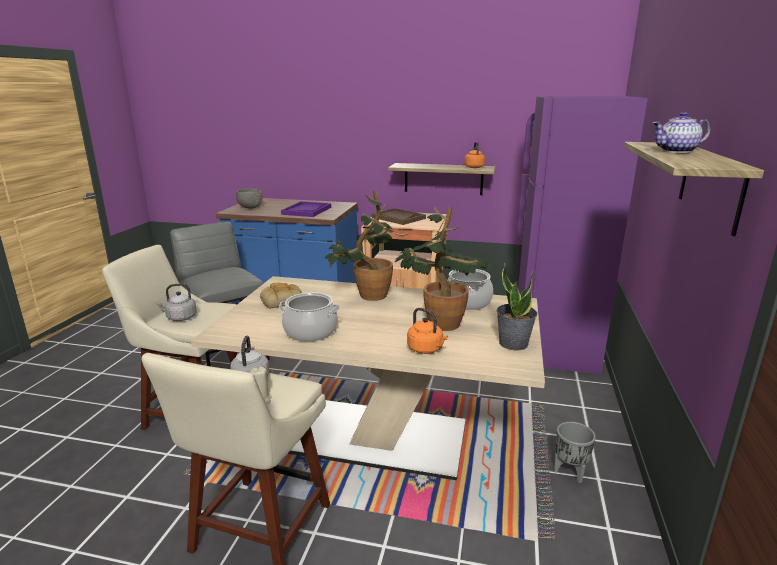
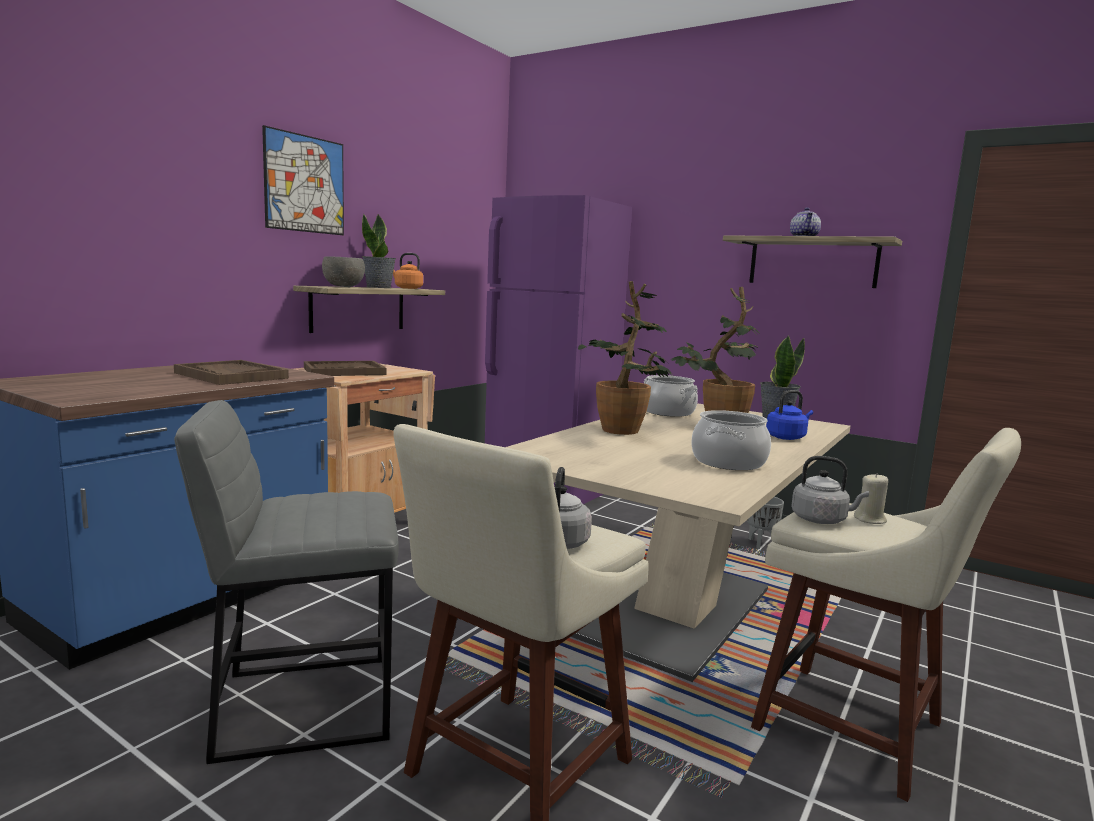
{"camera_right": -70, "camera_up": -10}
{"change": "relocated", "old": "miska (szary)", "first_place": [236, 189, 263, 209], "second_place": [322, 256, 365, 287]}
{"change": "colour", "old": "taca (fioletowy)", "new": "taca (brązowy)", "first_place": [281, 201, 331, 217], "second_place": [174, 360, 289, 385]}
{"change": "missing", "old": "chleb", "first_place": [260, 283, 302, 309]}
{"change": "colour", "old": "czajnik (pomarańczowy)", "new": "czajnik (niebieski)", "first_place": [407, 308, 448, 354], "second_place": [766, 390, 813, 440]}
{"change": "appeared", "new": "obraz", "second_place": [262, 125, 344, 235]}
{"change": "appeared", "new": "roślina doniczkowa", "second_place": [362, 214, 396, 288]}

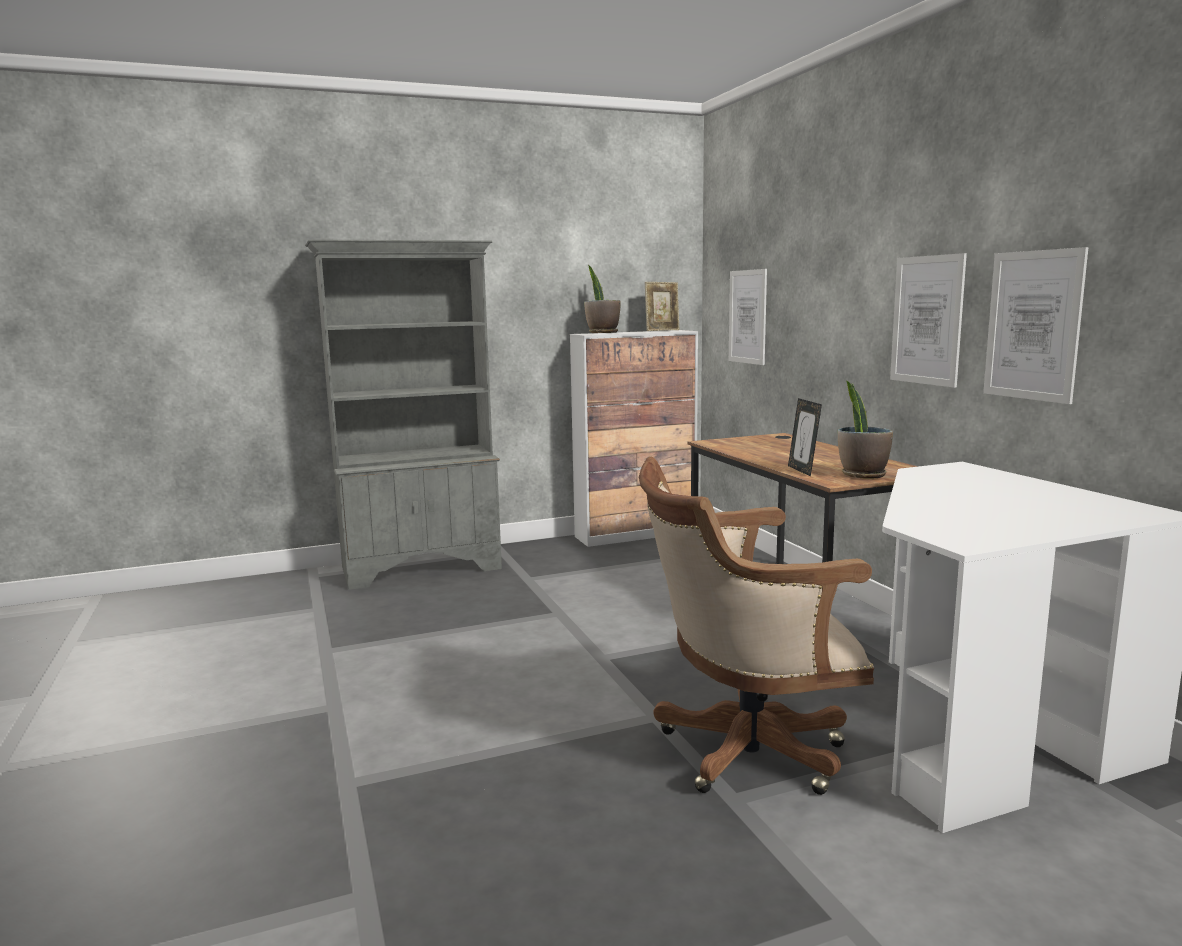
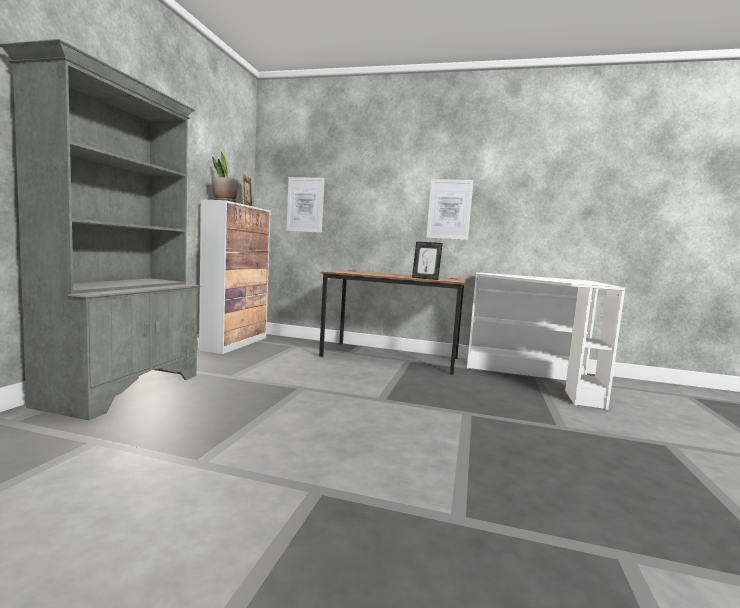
{"camera_right": -55, "camera_up": -5}
{"change": "missing", "old": "obraz", "first_place": [983, 247, 1088, 404]}
{"change": "missing", "old": "roślina doniczkowa", "first_place": [838, 380, 893, 479]}
{"change": "missing", "old": "krzesło biurowe", "first_place": [639, 457, 874, 795]}

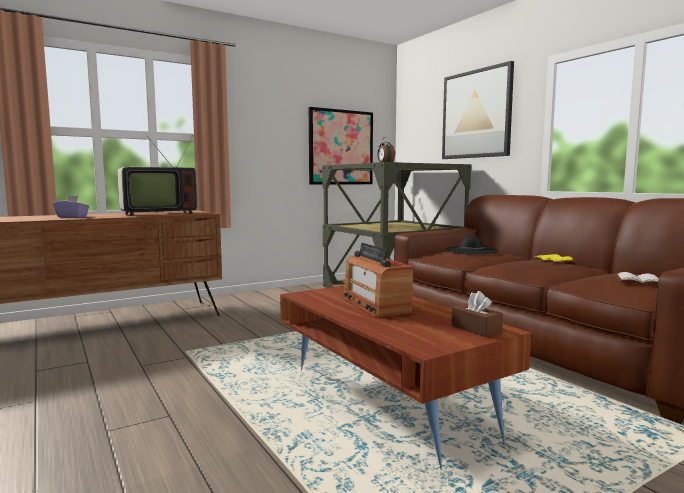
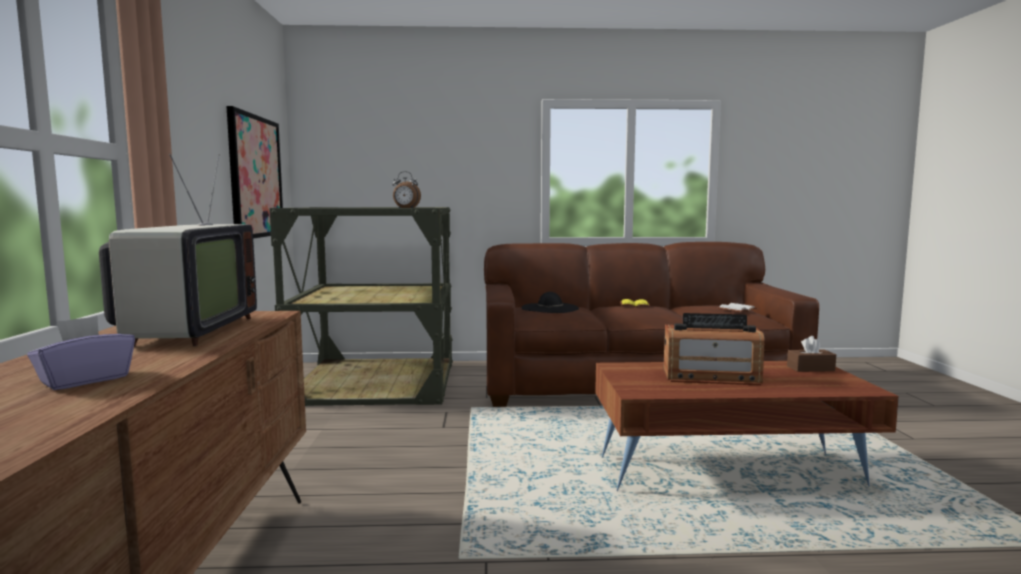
{"camera_right": -60, "camera_up": 0}
{"change": "missing", "old": "obraz", "first_place": [442, 61, 514, 159]}

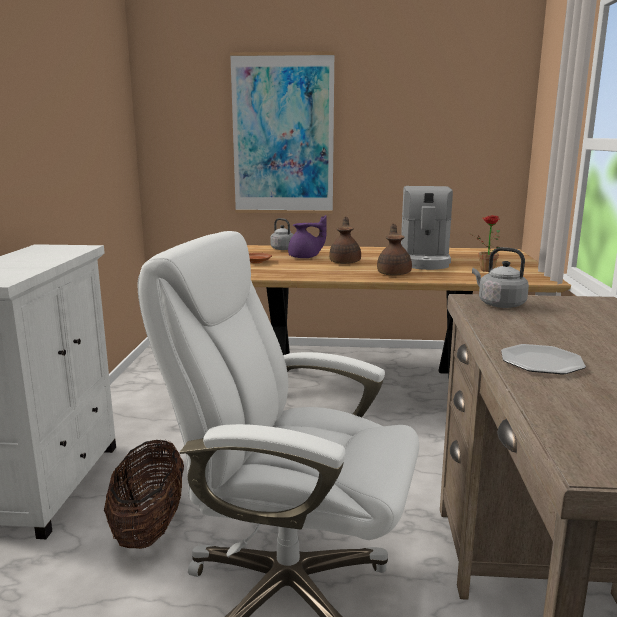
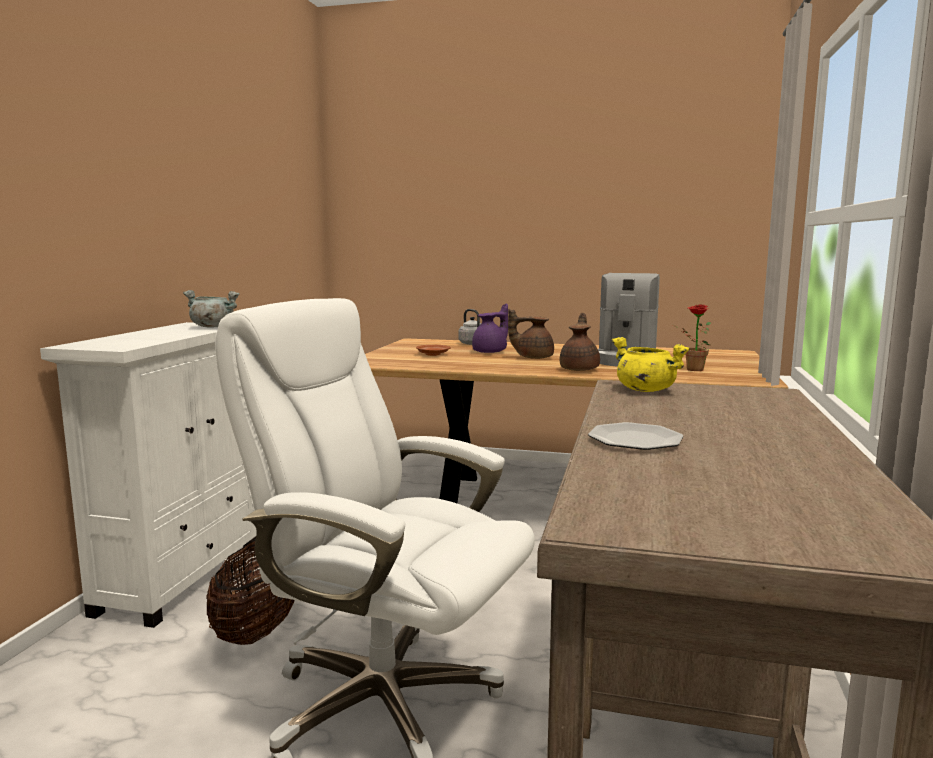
{"camera_right": 10, "camera_up": -5}
{"change": "missing", "old": "obraz", "first_place": [230, 51, 335, 213]}
{"change": "spun", "old": "imbryk (fioletowy)", "first_place": [288, 215, 327, 258], "second_place": [472, 303, 508, 353], "degrees": -45}
{"change": "spun", "old": "imbryk (brązowy)", "first_place": [329, 217, 361, 264], "second_place": [508, 308, 554, 359], "degrees": -105}
{"change": "exchanged", "old": "czajnik (szary)", "new": "garnek (żółty)", "first_place": [472, 247, 529, 308], "second_place": [612, 337, 689, 392]}
{"change": "appeared", "new": "garnek (szary)", "second_place": [183, 290, 240, 327]}

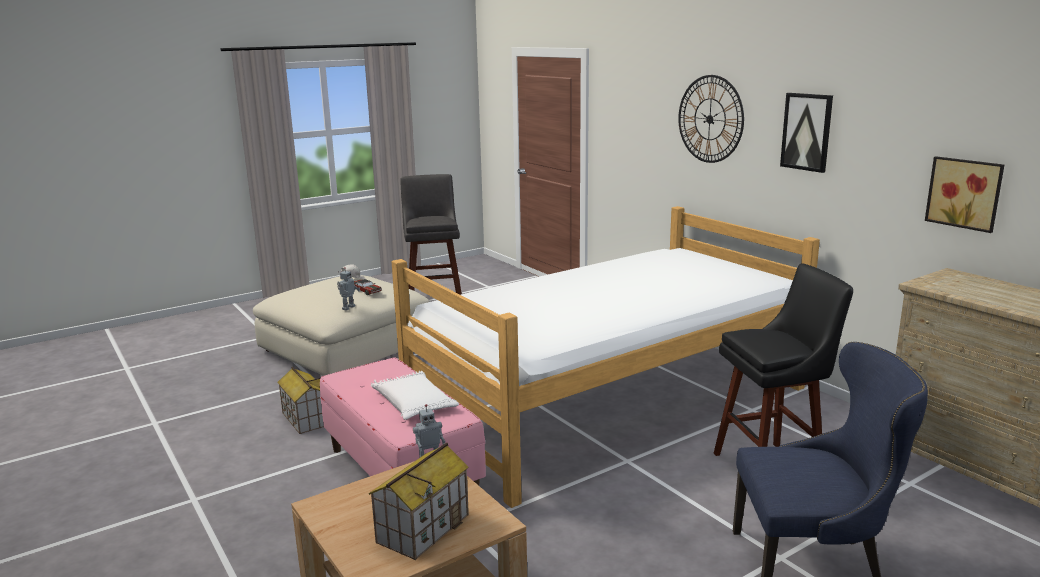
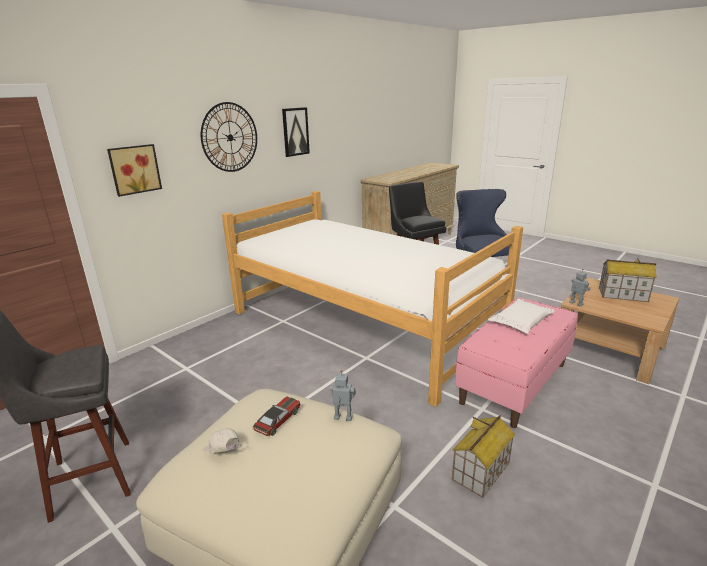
{"camera_right": -105, "camera_up": 5}
{"change": "relocated", "old": "obraz", "first_place": [925, 156, 1004, 233], "second_place": [107, 144, 162, 197]}

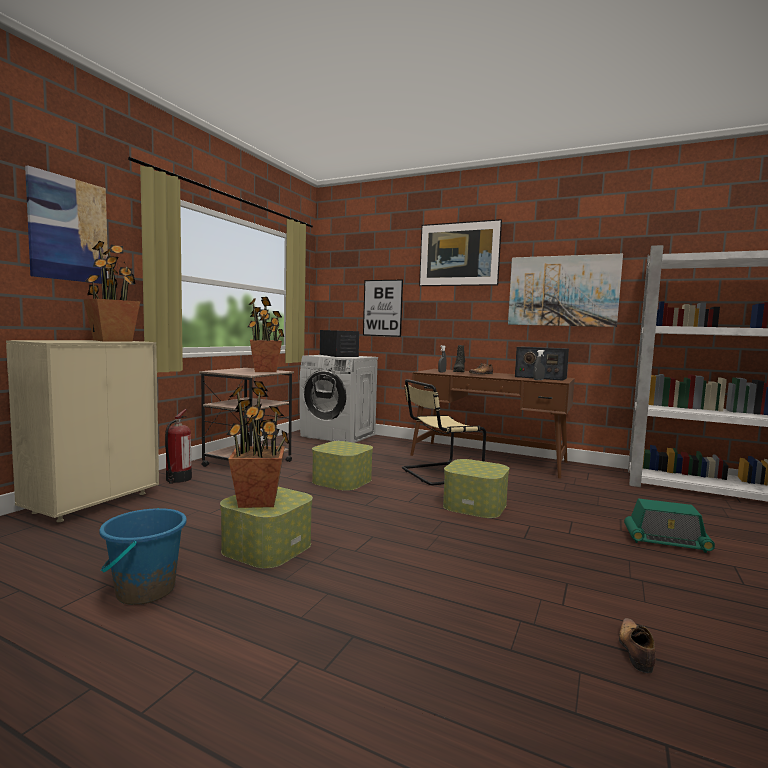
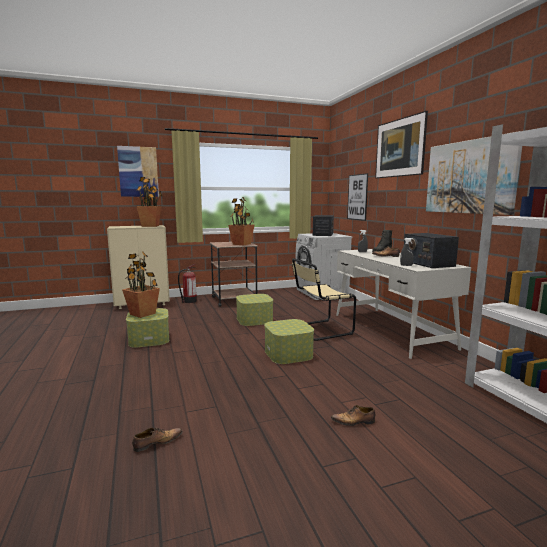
{"camera_right": 45, "camera_up": 5}
{"change": "colour", "old": "biurko (brązowy)", "new": "biurko (biały)", "first_place": [410, 369, 575, 479], "second_place": [336, 249, 471, 359]}
{"change": "spun", "old": "krzesło (beżowy)", "first_place": [402, 379, 486, 485], "second_place": [292, 258, 356, 341], "degrees": -45}
{"change": "exchanged", "old": "radio", "new": "but", "first_place": [624, 499, 715, 553], "second_place": [331, 405, 376, 426]}
{"change": "missing", "old": "wiadro (niebieski)", "first_place": [99, 508, 187, 605]}

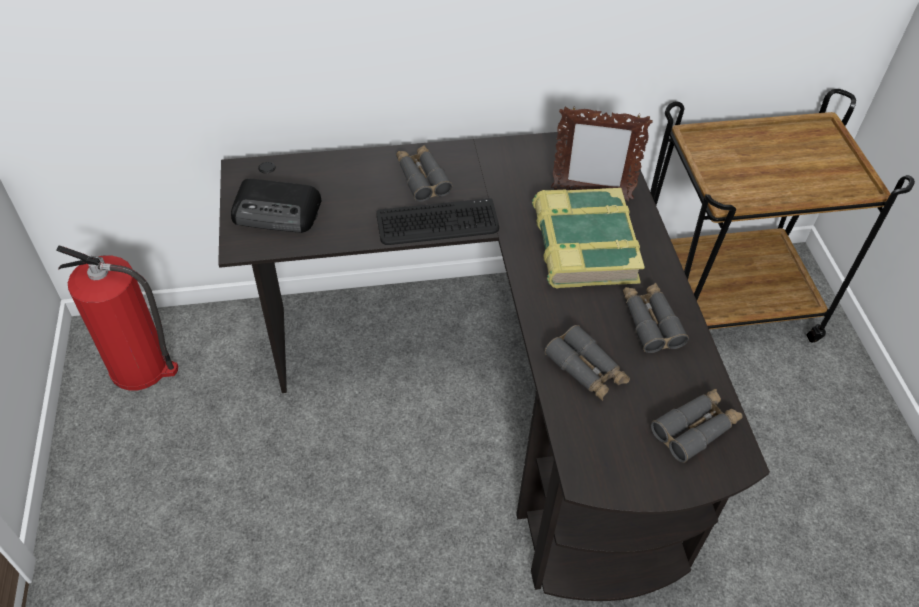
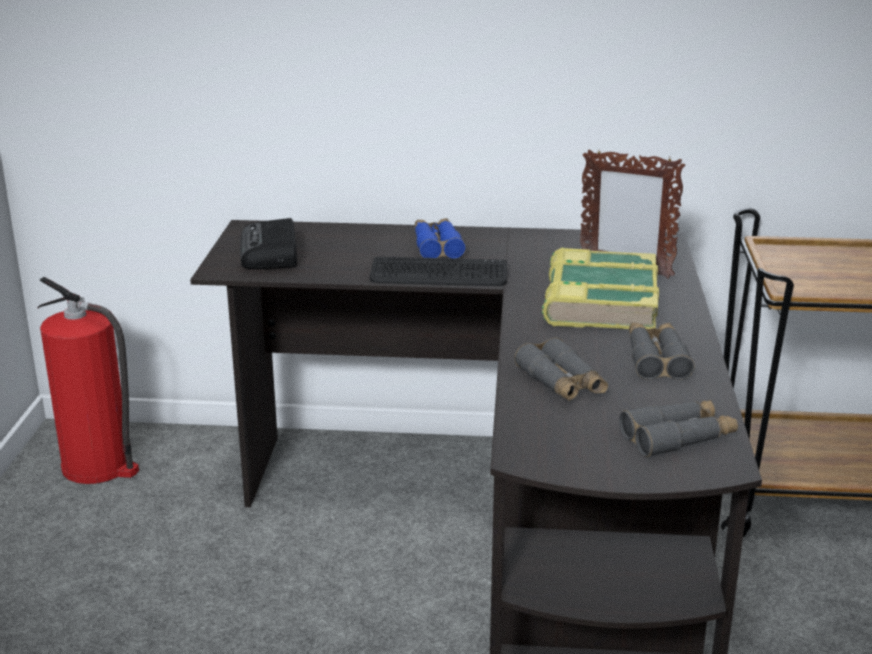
{"camera_right": 15, "camera_up": -25}
{"change": "colour", "old": "lornetka (szary)", "new": "lornetka (niebieski)", "first_place": [396, 145, 453, 202], "second_place": [415, 218, 466, 258]}
{"change": "spun", "old": "radio", "first_place": [231, 179, 322, 233], "second_place": [240, 218, 297, 269], "degrees": 60}

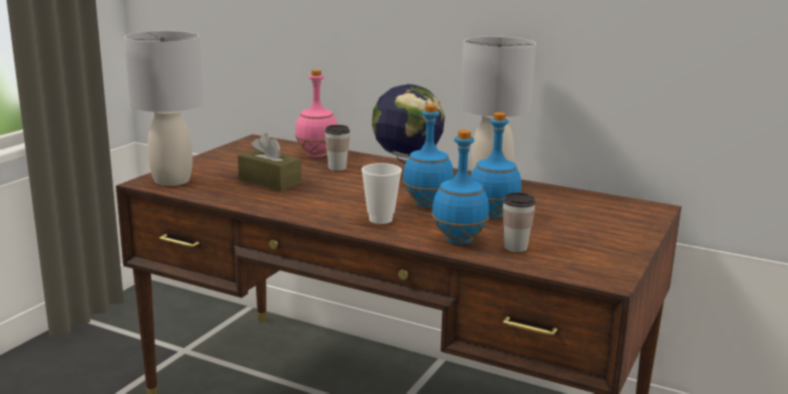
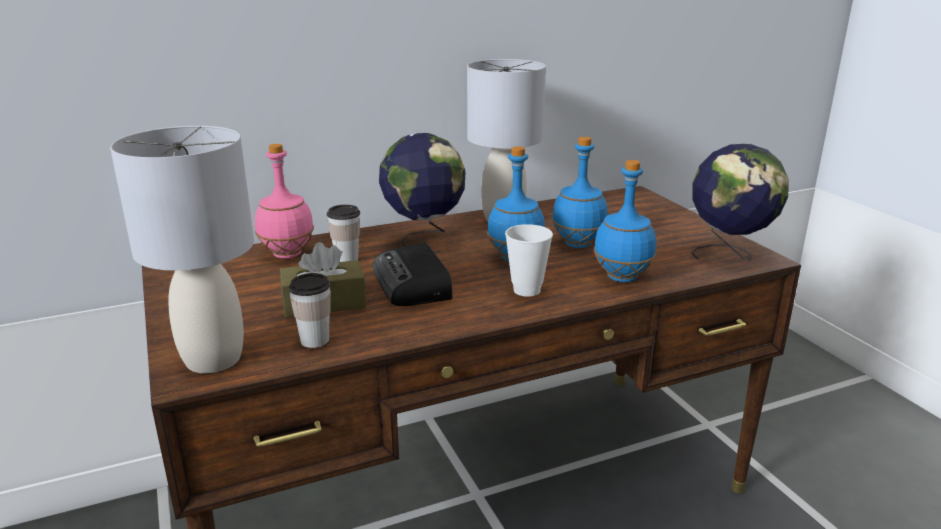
{"camera_right": -50, "camera_up": 5}
{"change": "relocated", "old": "filiżanka", "first_place": [503, 192, 536, 252], "second_place": [289, 273, 331, 348]}
{"change": "appeared", "new": "globus", "second_place": [692, 143, 789, 260]}
{"change": "appeared", "new": "radio", "second_place": [373, 242, 452, 306]}

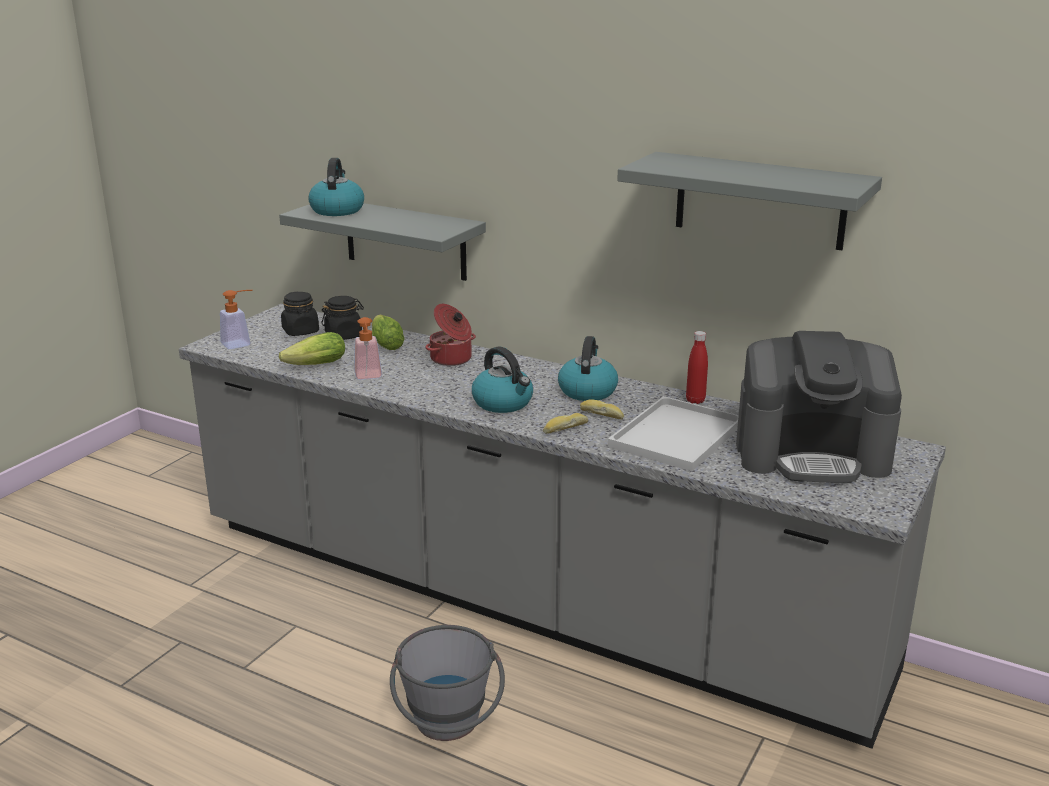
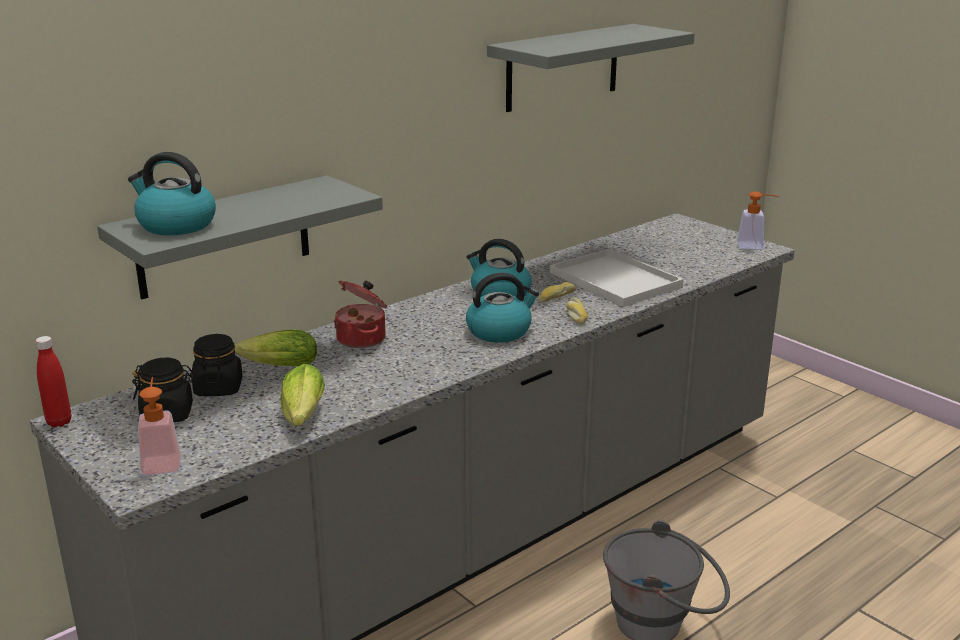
{"camera_right": -70, "camera_up": 0}
{"change": "relocated", "old": "dozownik mydła", "first_place": [354, 317, 382, 380], "second_place": [737, 191, 780, 250]}
{"change": "relocated", "old": "butelka (czerwony)", "first_place": [686, 331, 708, 404], "second_place": [35, 336, 71, 427]}
{"change": "missing", "old": "ekspres do kawy", "first_place": [736, 331, 902, 483]}

